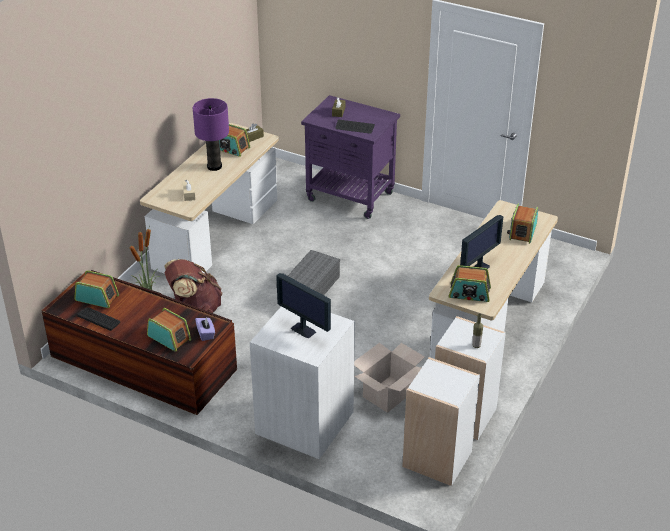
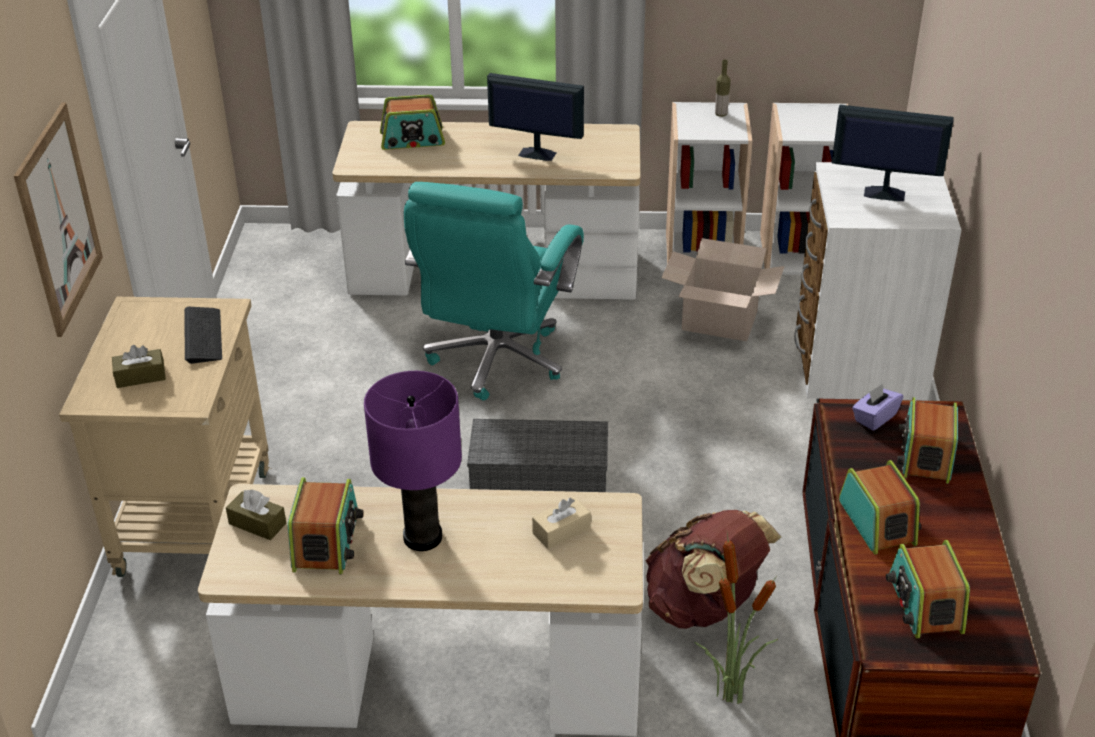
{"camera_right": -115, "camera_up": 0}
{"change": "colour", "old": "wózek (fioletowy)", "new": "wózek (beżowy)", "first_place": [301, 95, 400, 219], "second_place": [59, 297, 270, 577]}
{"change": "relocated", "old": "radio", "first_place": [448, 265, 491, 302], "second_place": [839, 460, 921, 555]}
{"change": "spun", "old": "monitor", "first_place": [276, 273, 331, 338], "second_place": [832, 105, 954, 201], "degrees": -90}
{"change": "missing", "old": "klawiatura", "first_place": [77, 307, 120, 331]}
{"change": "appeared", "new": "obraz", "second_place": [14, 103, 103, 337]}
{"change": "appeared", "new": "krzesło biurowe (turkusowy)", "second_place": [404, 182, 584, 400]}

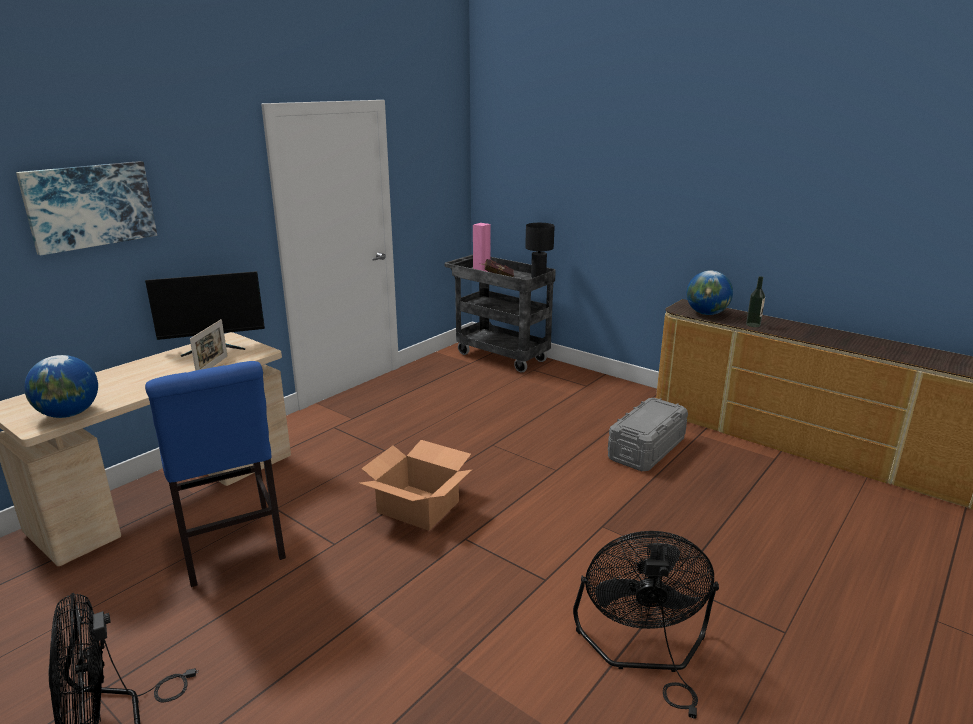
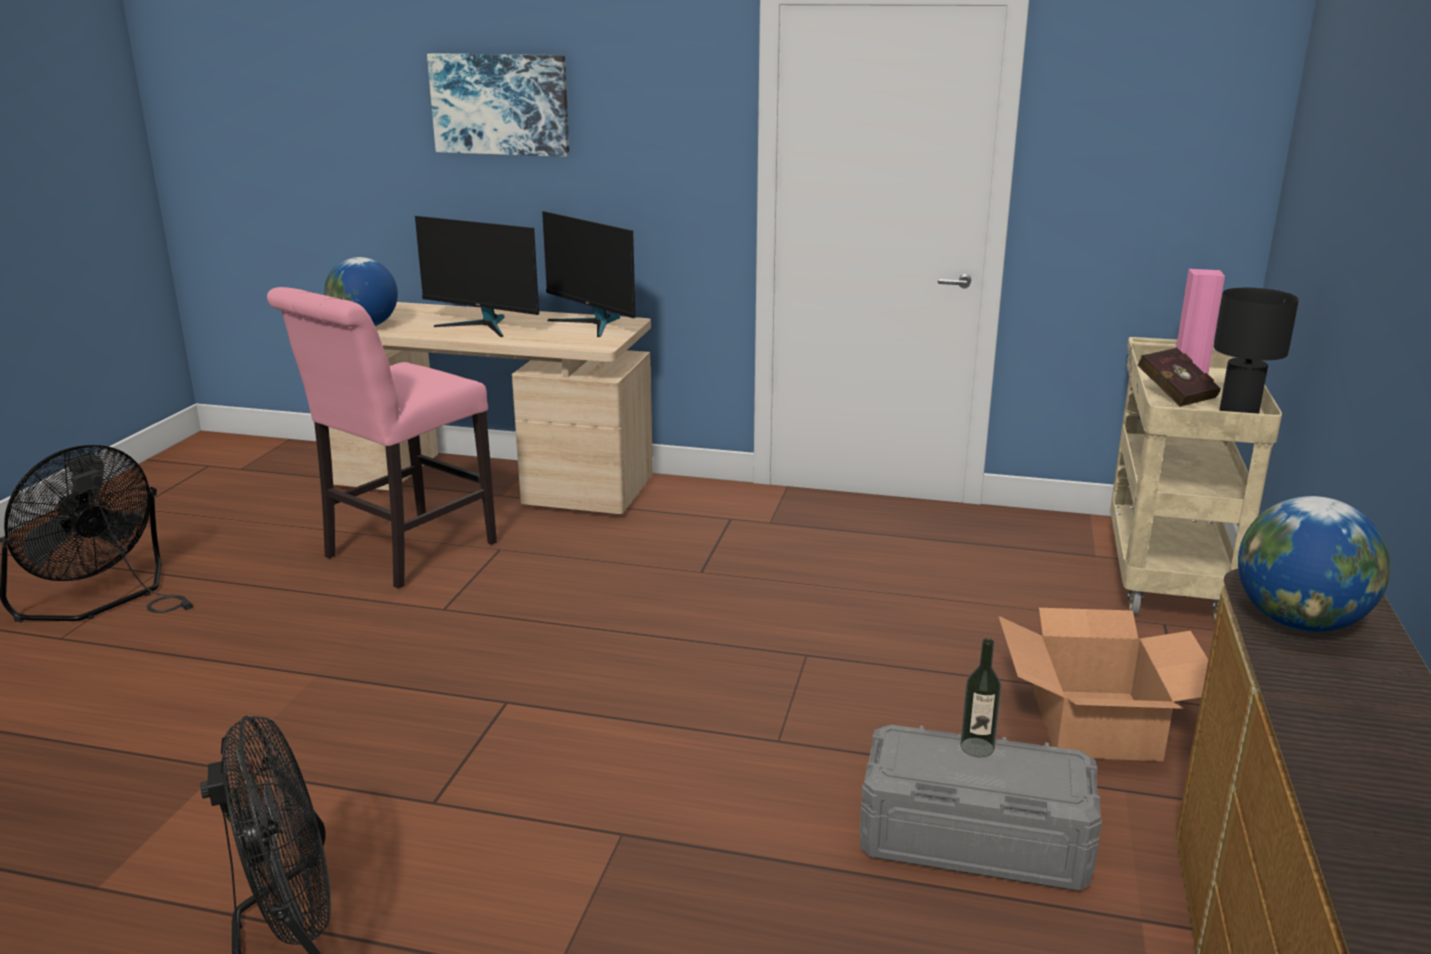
{"camera_right": 65, "camera_up": 0}
{"change": "colour", "old": "wózek (czarny)", "new": "wózek (beżowy)", "first_place": [444, 254, 556, 373], "second_place": [1110, 337, 1282, 622]}
{"change": "relocated", "old": "butelka", "first_place": [746, 276, 765, 327], "second_place": [960, 638, 1001, 757]}
{"change": "missing", "old": "ramka na zdjęcie", "first_place": [190, 319, 227, 371]}
{"change": "colour", "old": "stołek (niebieski)", "new": "stołek (różowy)", "first_place": [145, 361, 286, 587], "second_place": [267, 287, 497, 589]}
{"change": "relocated", "old": "karton", "first_place": [359, 440, 472, 531], "second_place": [998, 608, 1208, 761]}
{"change": "appeared", "new": "monitor", "second_place": [415, 216, 539, 337]}

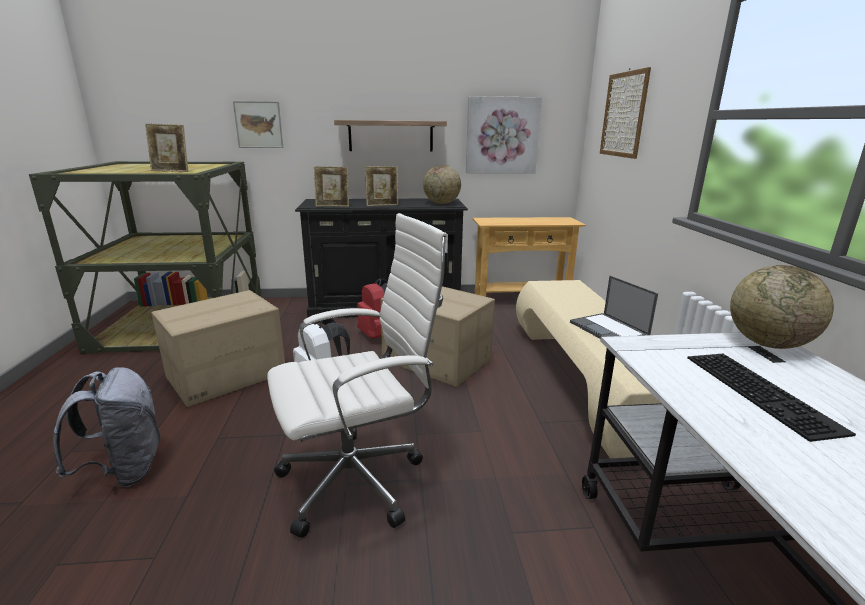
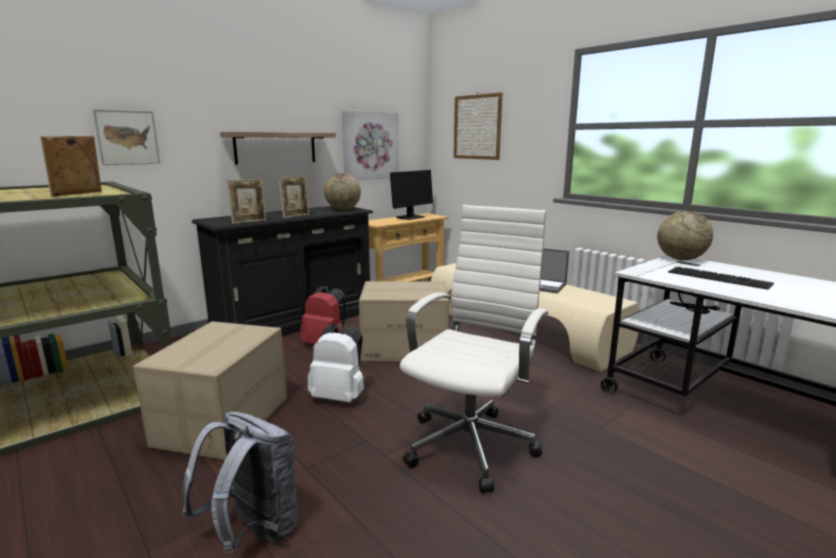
{"camera_right": -35, "camera_up": -5}
{"change": "spun", "old": "ramka na zdjęcie", "first_place": [145, 123, 189, 172], "second_place": [40, 135, 102, 197], "degrees": 150}
{"change": "appeared", "new": "monitor", "second_place": [390, 170, 433, 220]}

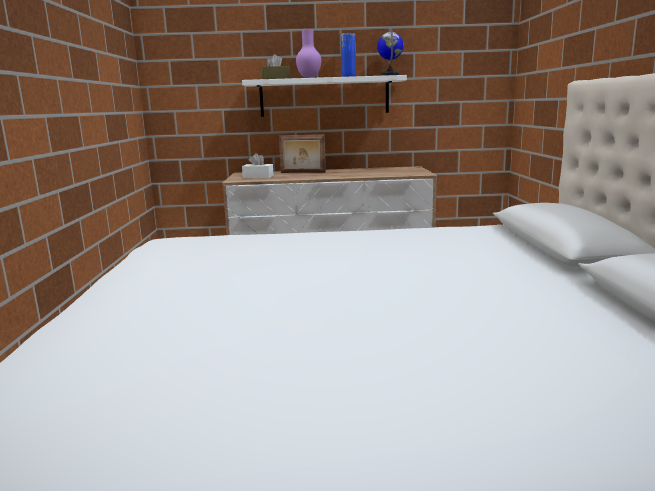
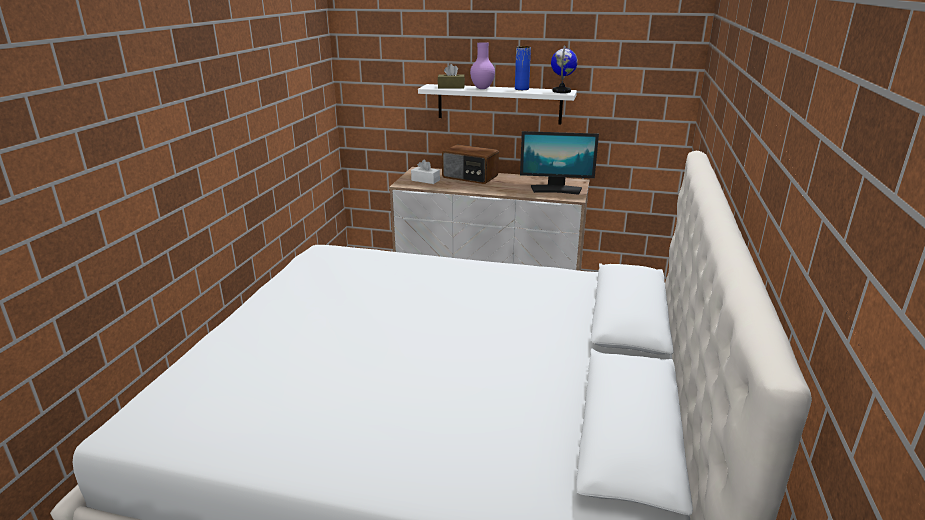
{"camera_right": 15, "camera_up": 10}
{"change": "exchanged", "old": "ramka na zdjęcie", "new": "radio", "first_place": [279, 134, 326, 173], "second_place": [442, 144, 499, 184]}
{"change": "appeared", "new": "monitor", "second_place": [520, 131, 599, 195]}

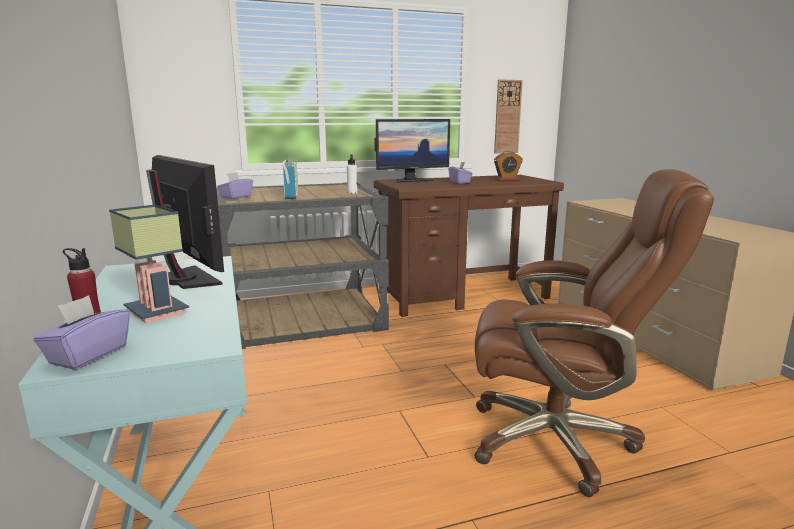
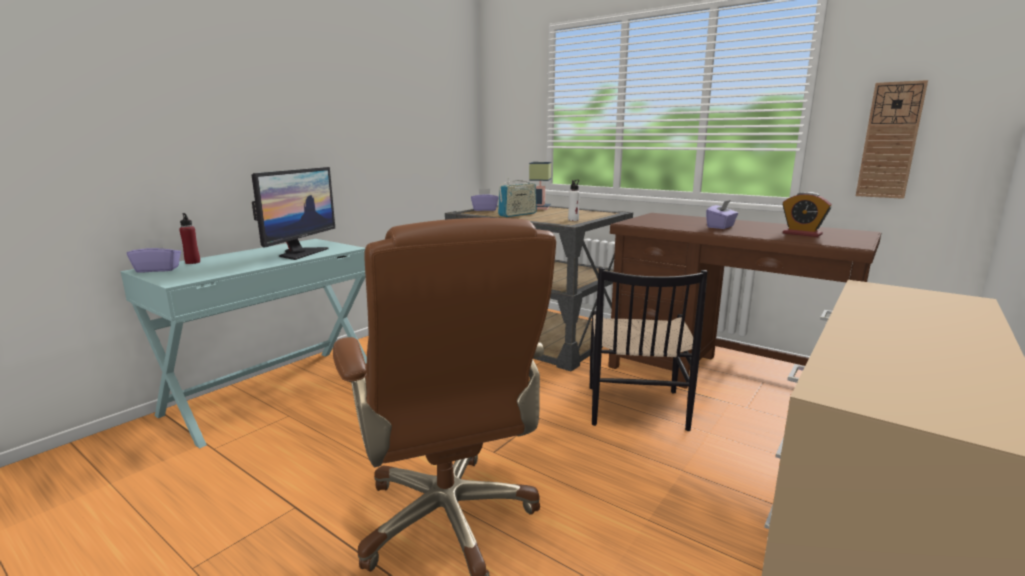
{"camera_right": 55, "camera_up": 0}
{"change": "missing", "old": "monitor", "first_place": [374, 119, 450, 183]}
{"change": "relocated", "old": "lampa stołowa", "first_place": [109, 205, 189, 323], "second_place": [529, 162, 552, 210]}
{"change": "appeared", "new": "krzesło (czarny)", "second_place": [590, 267, 708, 431]}

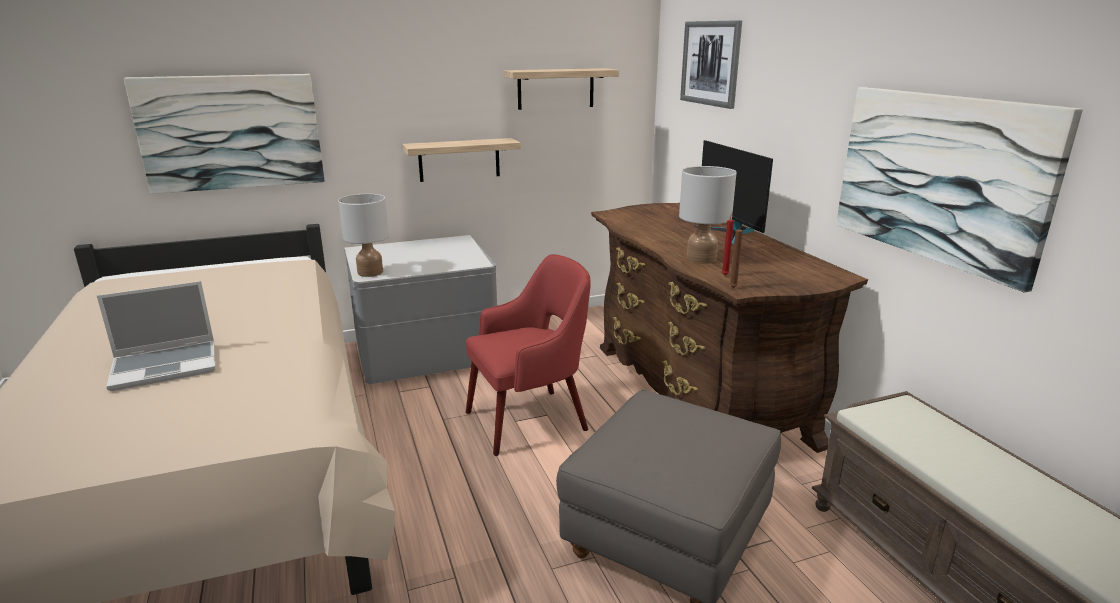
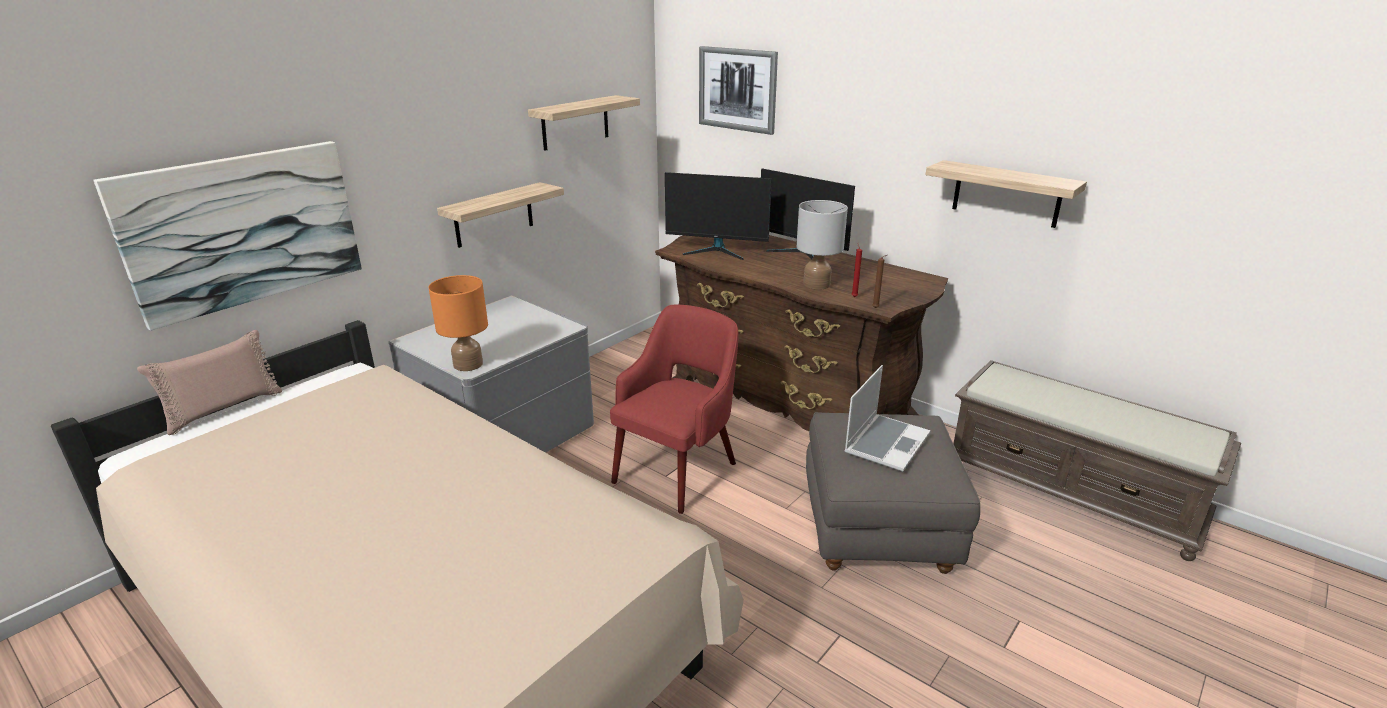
{"camera_right": -30, "camera_up": 5}
{"change": "exchanged", "old": "obraz", "new": "półka", "first_place": [836, 87, 1083, 292], "second_place": [926, 160, 1087, 228]}
{"change": "colour", "old": "lampa stołowa (szary)", "new": "lampa stołowa (pomarańczowy)", "first_place": [338, 194, 389, 277], "second_place": [428, 275, 488, 371]}
{"change": "relocated", "old": "laptop", "first_place": [97, 281, 216, 391], "second_place": [844, 365, 931, 472]}
{"change": "appeared", "new": "monitor", "second_place": [665, 172, 772, 260]}
{"change": "appeared", "new": "poduszka (beżowy)", "second_place": [137, 330, 282, 435]}

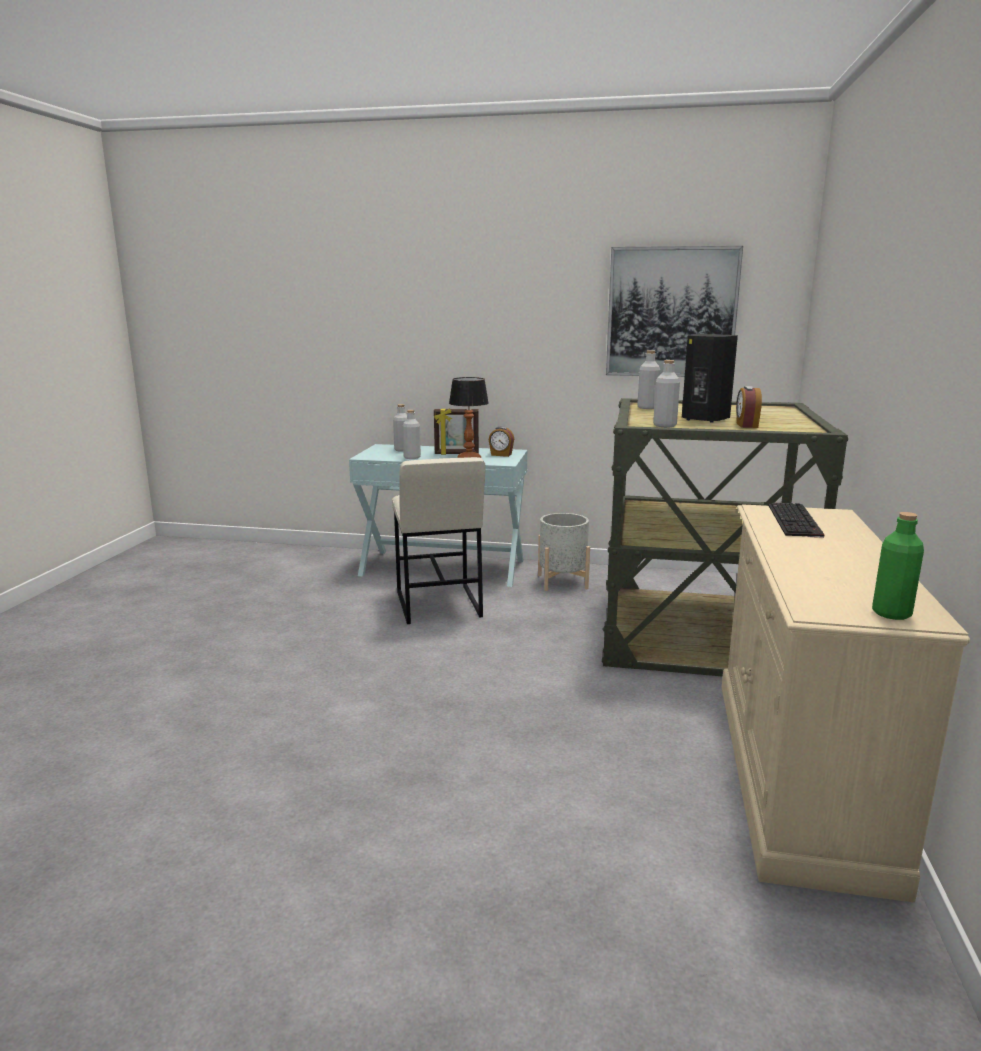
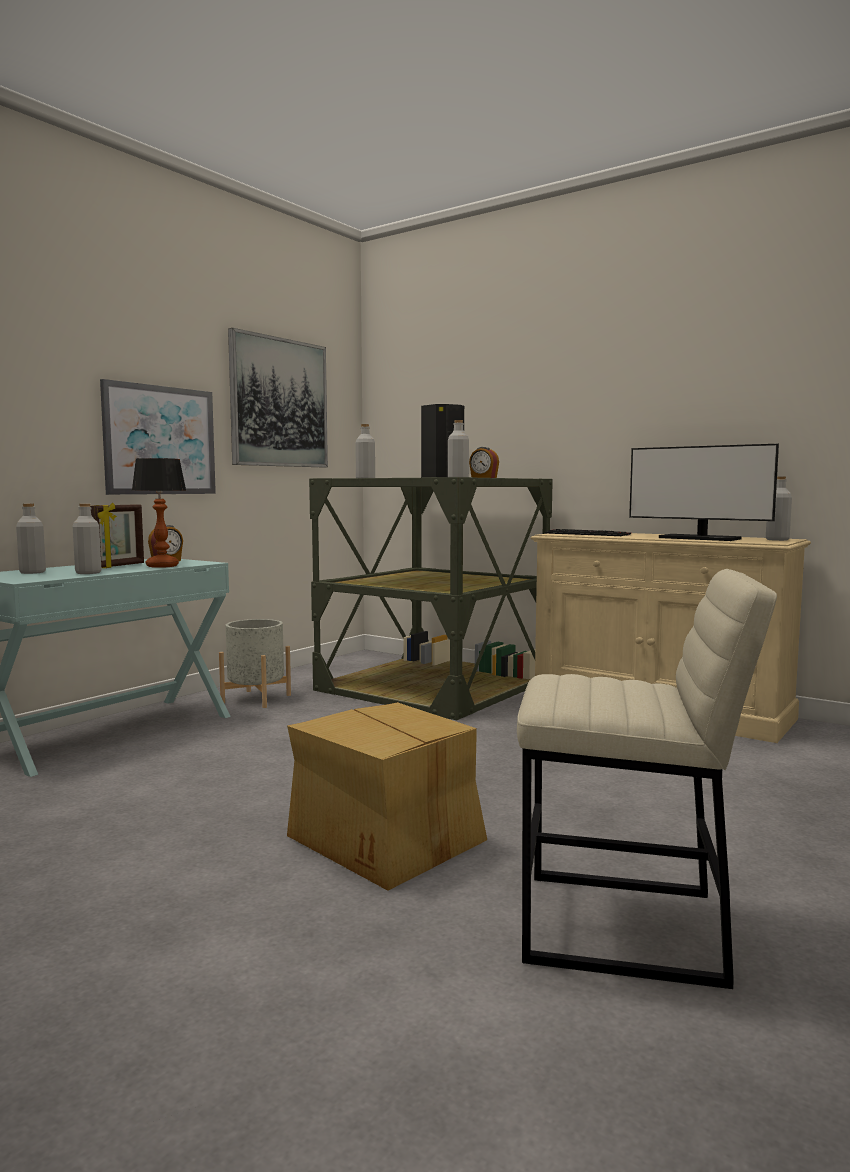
{"camera_right": -65, "camera_up": -10}
{"change": "relocated", "old": "krzesło (beżowy)", "first_place": [392, 457, 486, 624], "second_place": [517, 569, 777, 989]}
{"change": "colour", "old": "butelka (zielony)", "new": "butelka (szary)", "first_place": [872, 512, 924, 620], "second_place": [766, 477, 792, 541]}
{"change": "appeared", "new": "obraz", "second_place": [100, 379, 216, 495]}
{"change": "appeared", "new": "monitor", "second_place": [629, 444, 779, 541]}
{"change": "appeared", "new": "karton", "second_place": [287, 702, 487, 891]}

